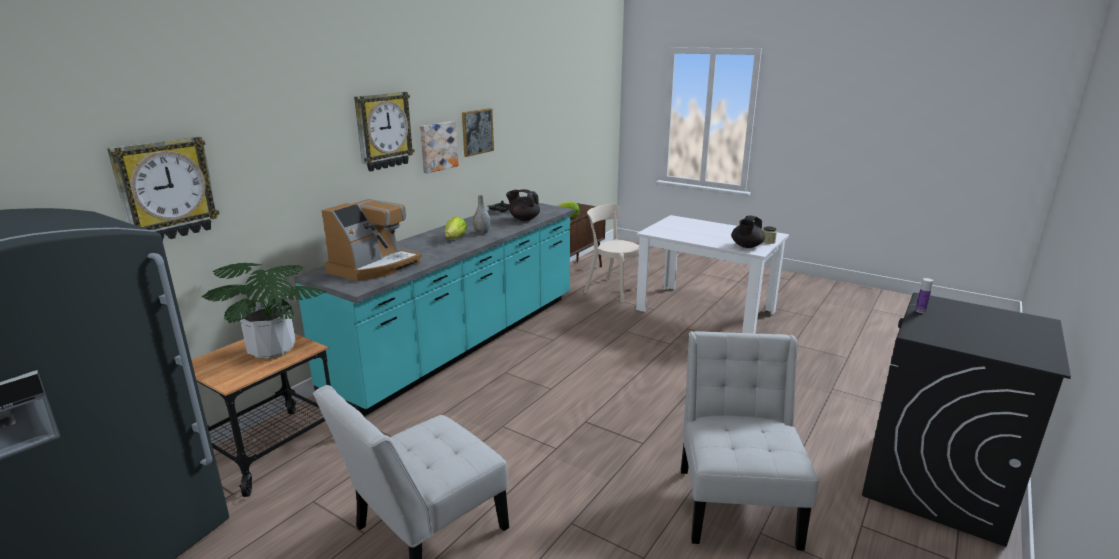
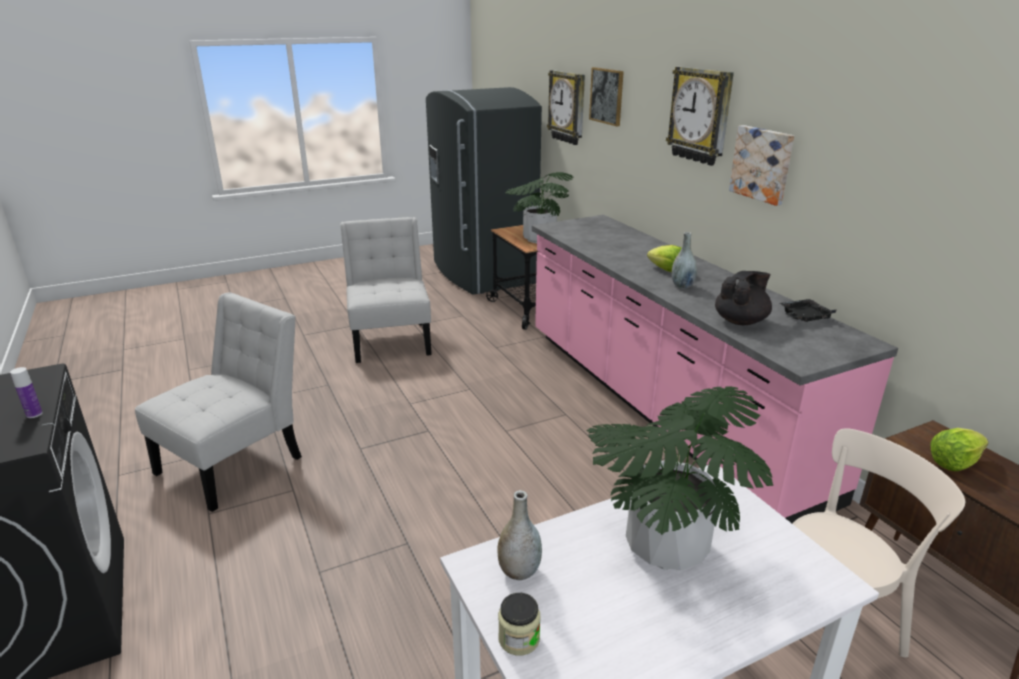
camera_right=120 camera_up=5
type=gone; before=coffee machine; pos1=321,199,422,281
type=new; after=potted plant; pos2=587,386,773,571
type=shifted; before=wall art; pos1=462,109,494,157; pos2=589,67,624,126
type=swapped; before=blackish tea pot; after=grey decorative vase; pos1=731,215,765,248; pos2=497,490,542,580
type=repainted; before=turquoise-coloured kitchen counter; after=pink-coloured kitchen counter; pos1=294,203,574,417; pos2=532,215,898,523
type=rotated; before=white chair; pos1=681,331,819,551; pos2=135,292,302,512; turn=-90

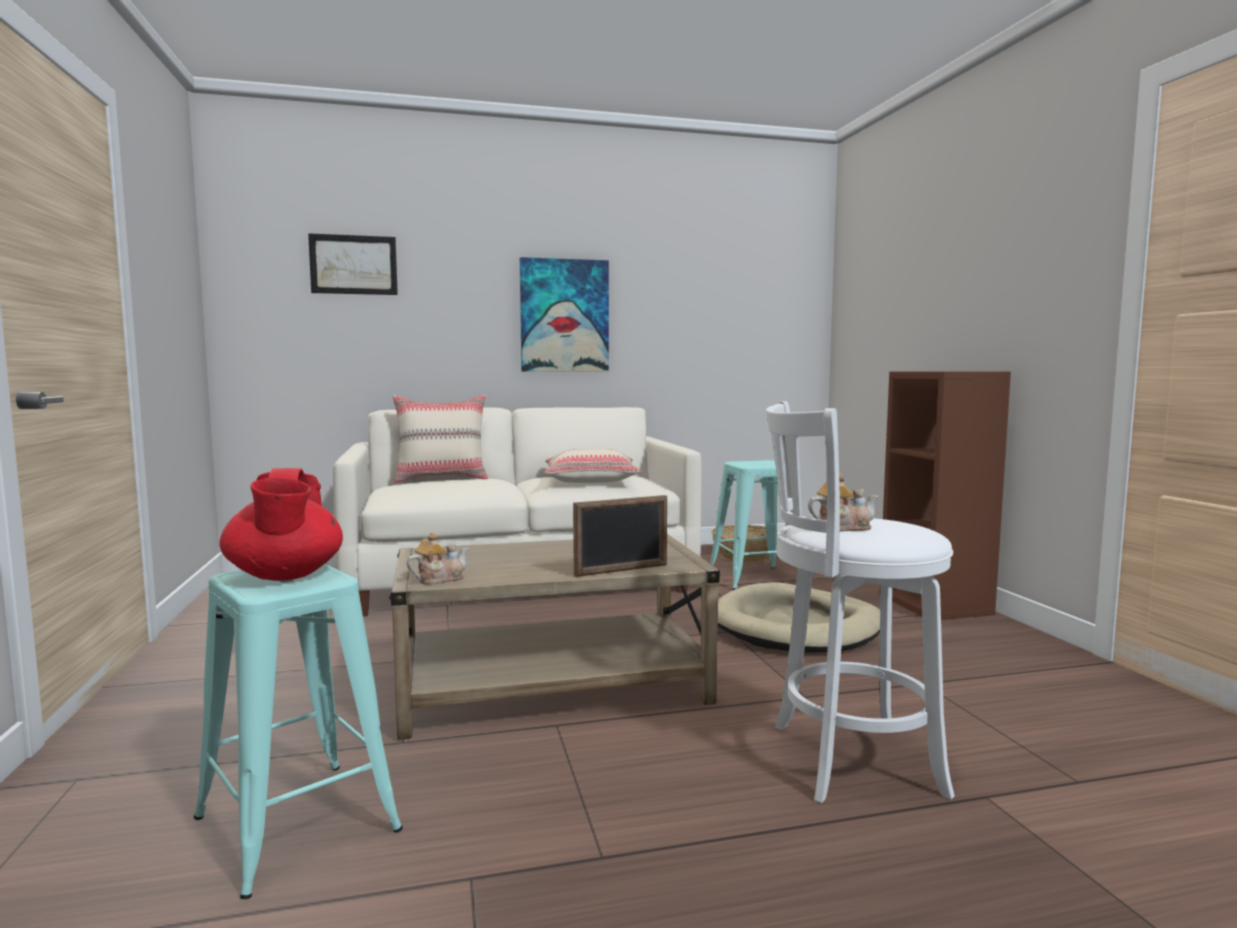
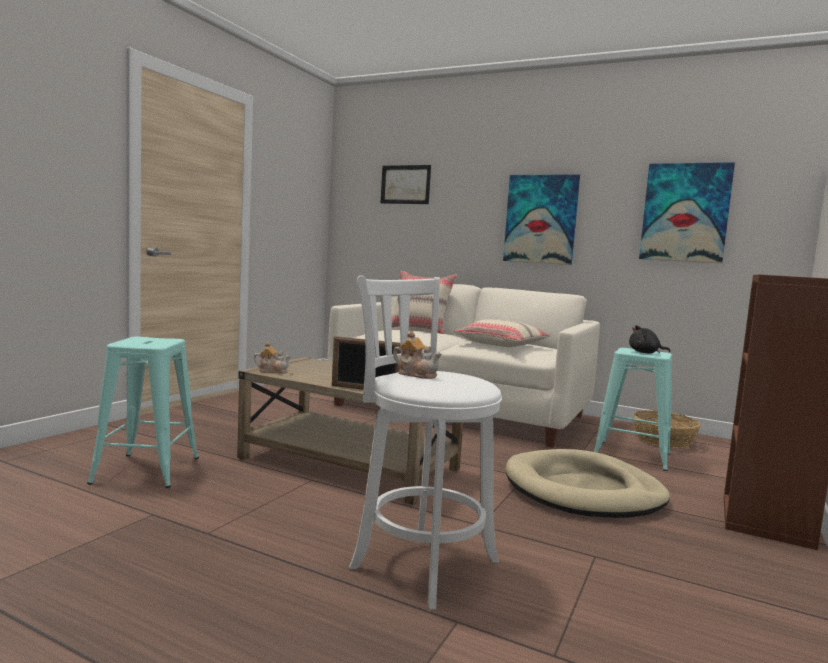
camera_right=40 camera_up=0
type=gone; before=red-coloured tea pot; pos1=219,468,343,581
type=new; after=blackish soft toy; pos2=629,325,670,353
type=new; after=wall art; pos2=639,162,735,263

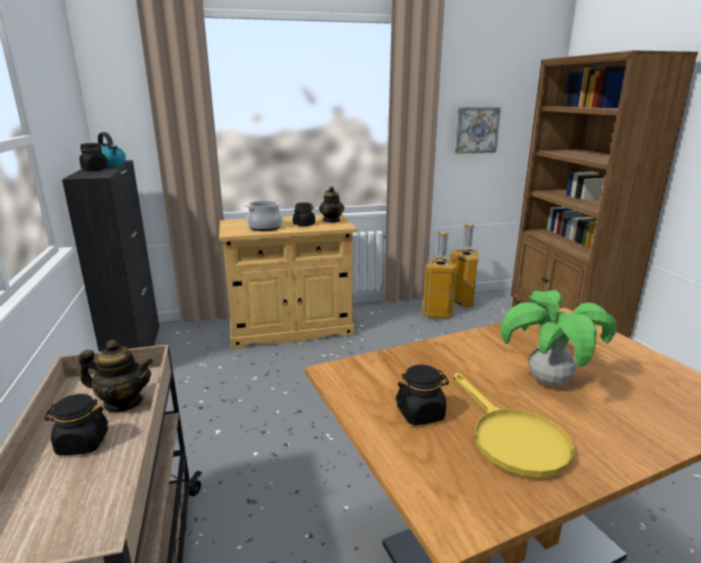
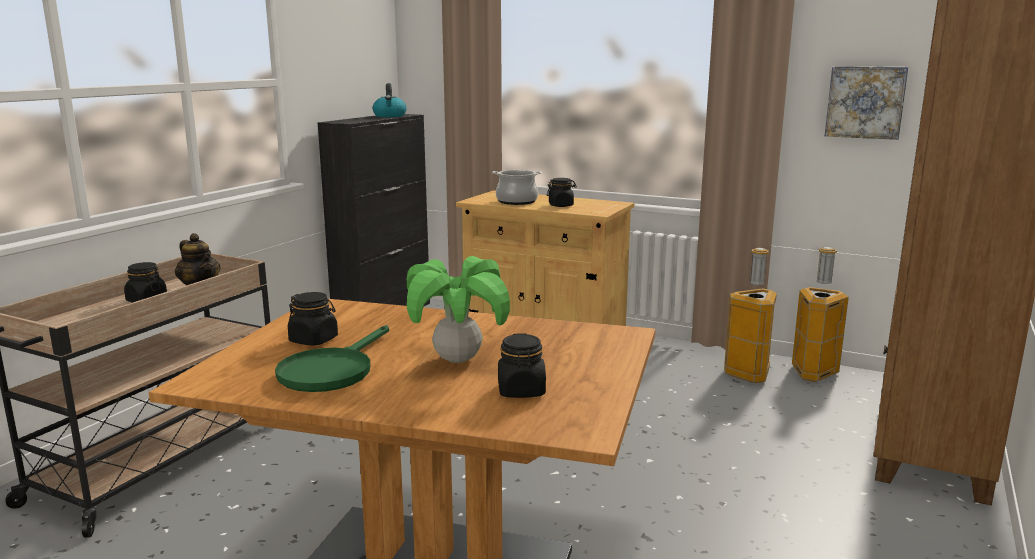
camera_right=40 camera_up=-5
type=gone; before=tea pot; pos1=319,186,344,222
type=shifted; before=blackish jar; pos1=79,143,108,171; pos2=498,333,546,398
type=repainted; before=yellowish pan; after=greenish pan; pos1=454,373,574,478; pos2=275,325,389,392

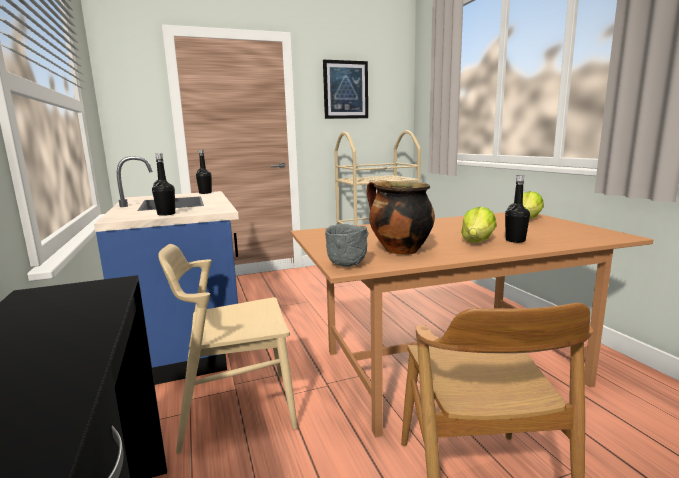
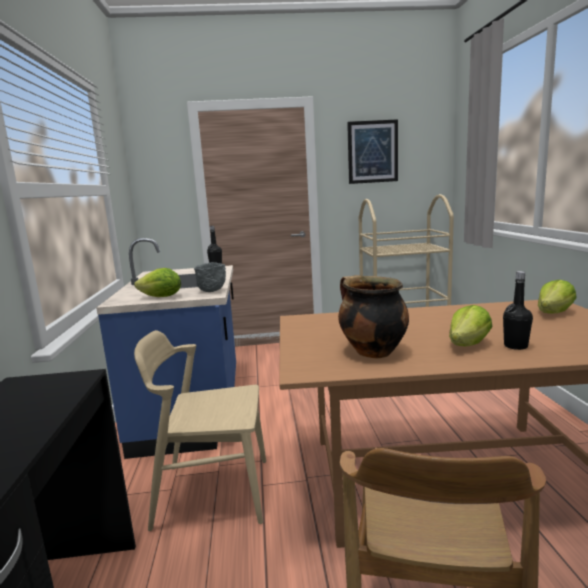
camera_right=15 camera_up=0
type=shifted; before=grey serving bowl; pos1=325,224,368,267; pos2=194,262,226,292
type=swapped; before=blackish bottle; after=lettuce; pos1=152,154,175,216; pos2=134,268,181,297

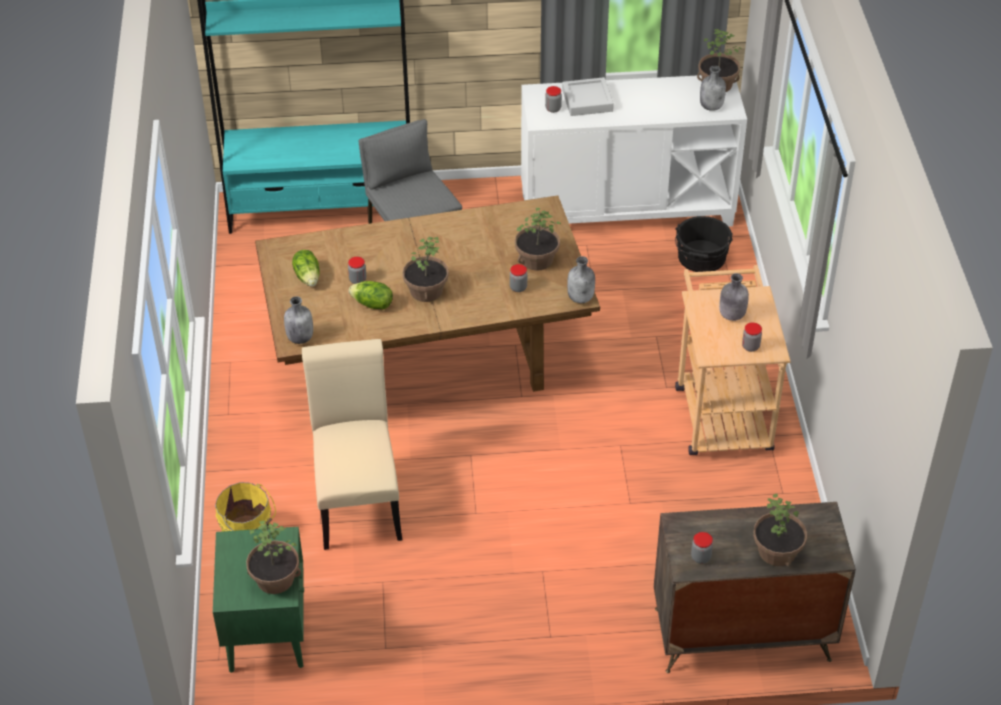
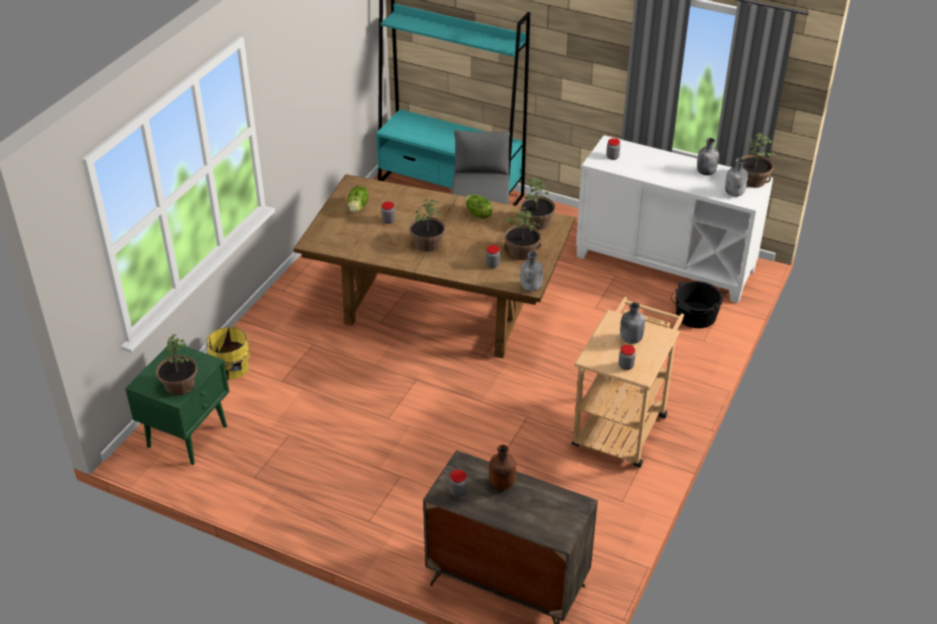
camera_right=30 camera_up=-5
type=gone; before=sand-coloured chair; pos1=302,339,402,550
type=gone; before=grey serving tray; pos1=562,77,614,116
type=new; after=brownish bottle; pos2=489,445,516,490
type=shifted; before=grey bottle; pos1=284,296,313,344; pos2=697,138,719,176
type=shifted; before=lettuce; pos1=349,281,393,309; pos2=465,195,492,219
type=shifted; before=potted plant; pos1=753,494,807,566; pos2=520,178,555,230

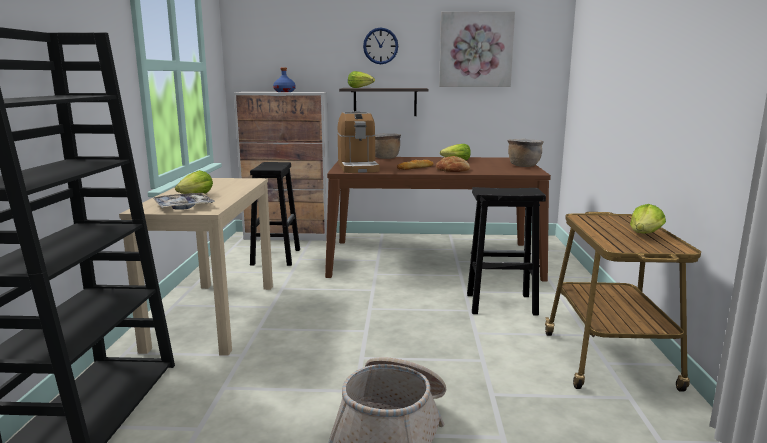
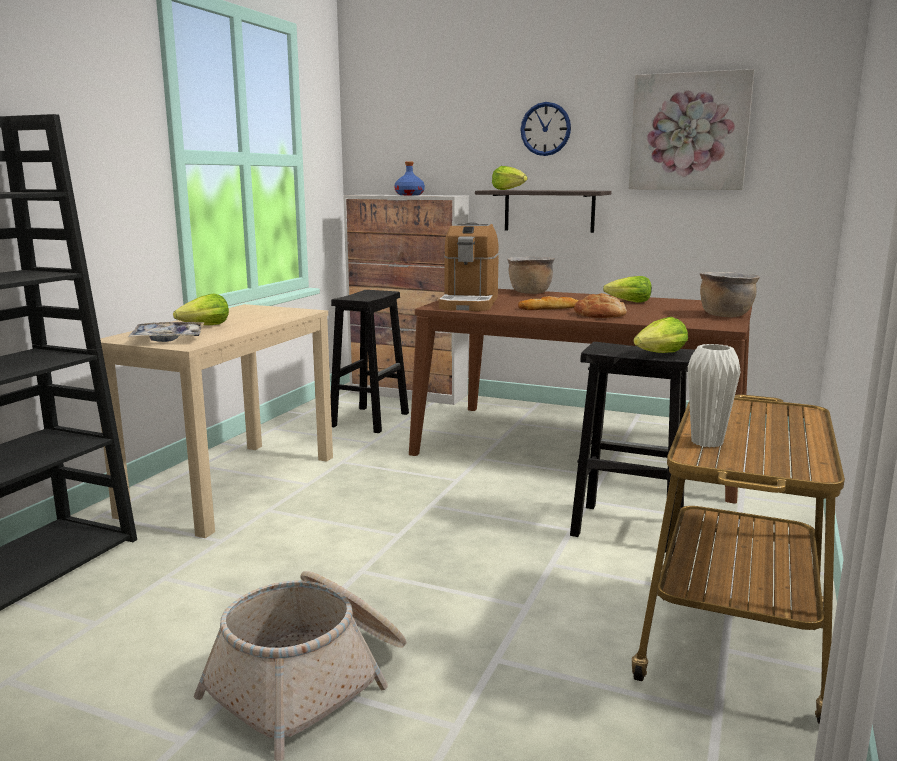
camera_right=20 camera_up=0
type=new; after=white decorative vase; pos2=688,344,741,447
type=shifted; before=lettuce; pos1=630,204,666,233; pos2=633,317,688,353

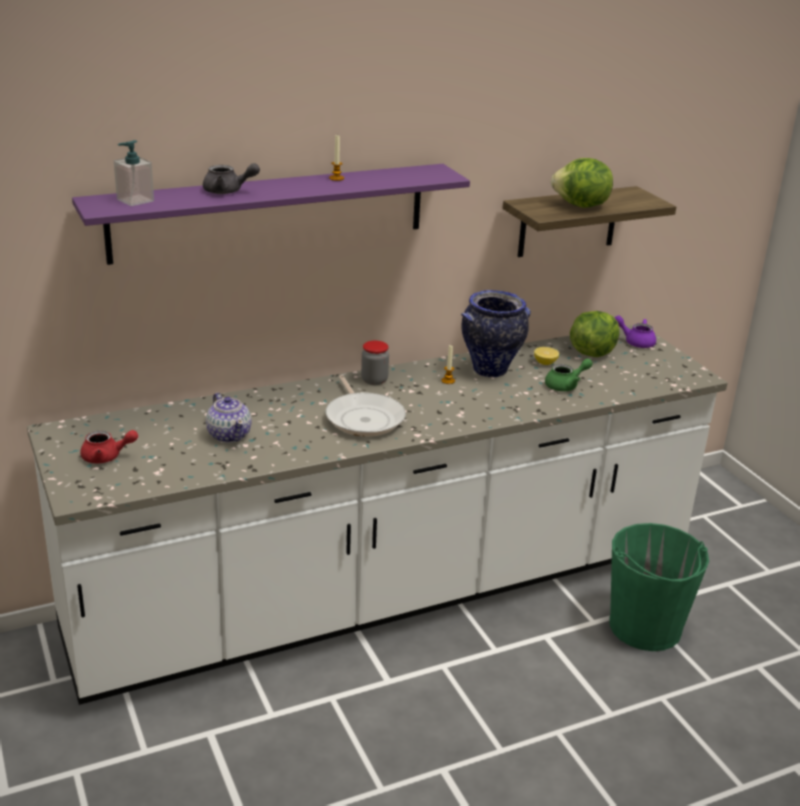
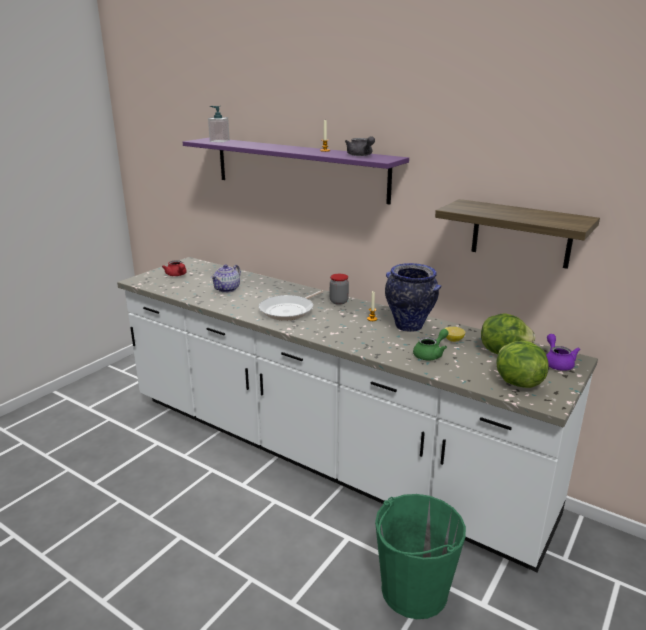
camera_right=60 camera_up=-5
type=shifted; before=grey tea pot; pos1=203,163,260,194; pos2=345,136,375,156
type=shifted; before=lettuce; pos1=551,158,613,208; pos2=496,341,549,388
type=rotated; before=greenish tea pot; pos1=545,358,593,391; pos2=413,329,449,360; turn=-75

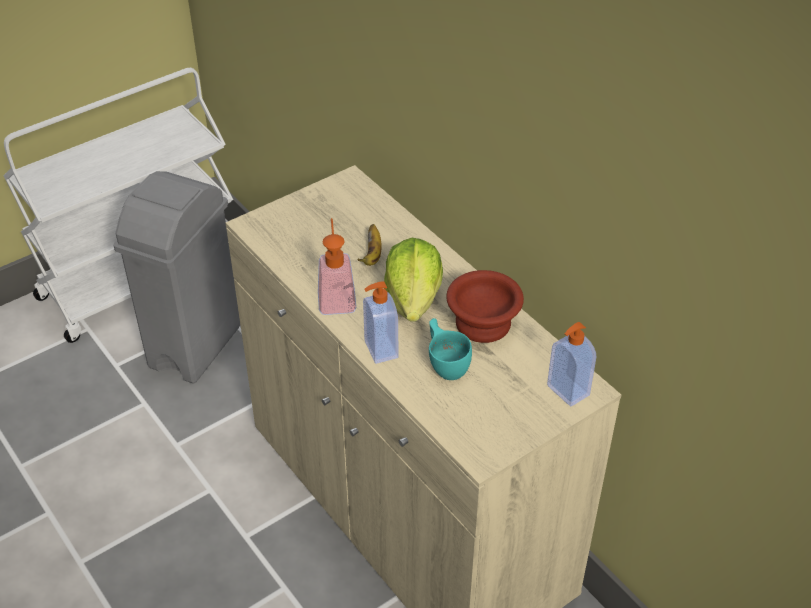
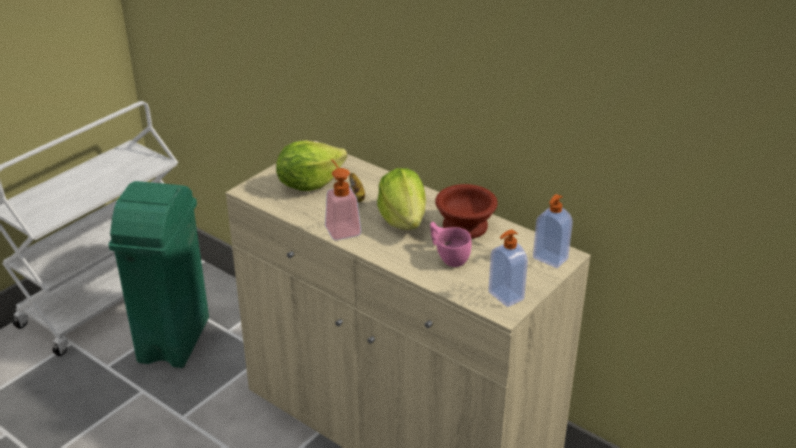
camera_right=-15 camera_up=-10
type=new; after=lettuce; pos2=276,140,347,191
type=shifted; before=liquid soap bottle; pos1=363,281,398,364; pos2=489,230,528,307
type=repainted; before=grey trash can; after=greenish trash can; pos1=113,171,240,384; pos2=109,181,209,368
type=repainted; before=turquoise-coloured drinking cup; after=pink-coloured drinking cup; pos1=429,318,472,380; pos2=430,222,472,267

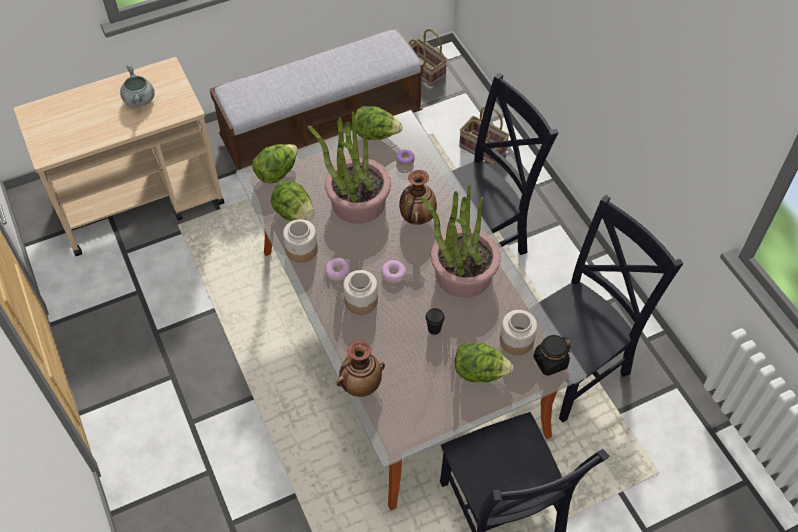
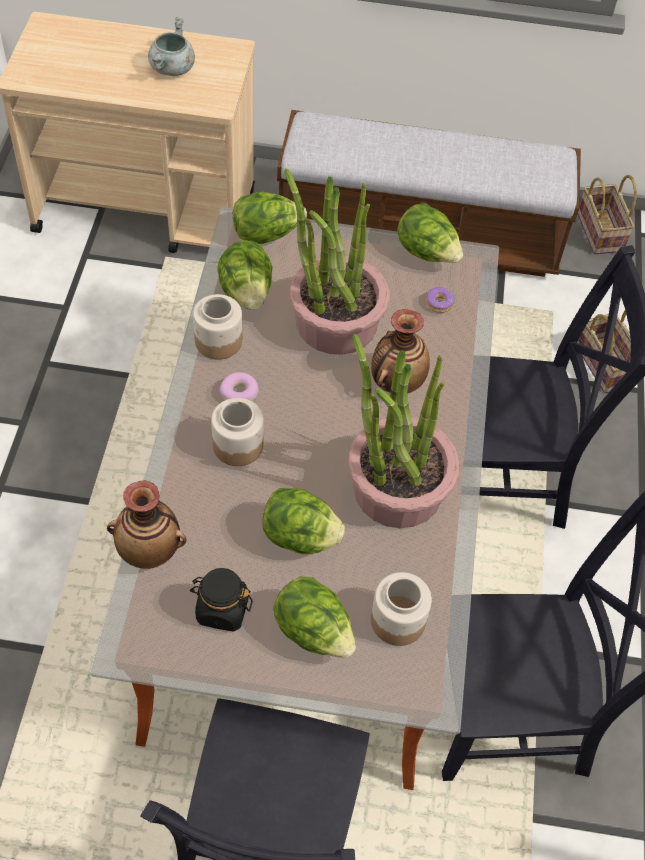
camera_right=30 camera_up=0
type=gone; before=doughnut; pos1=381,260,407,283
type=shifted; before=blackish jar; pos1=534,335,571,376; pos2=190,568,253,632
type=swapped; before=blackish drinking cup; after=lettuce; pos1=425,308,445,335; pos2=263,488,345,554

